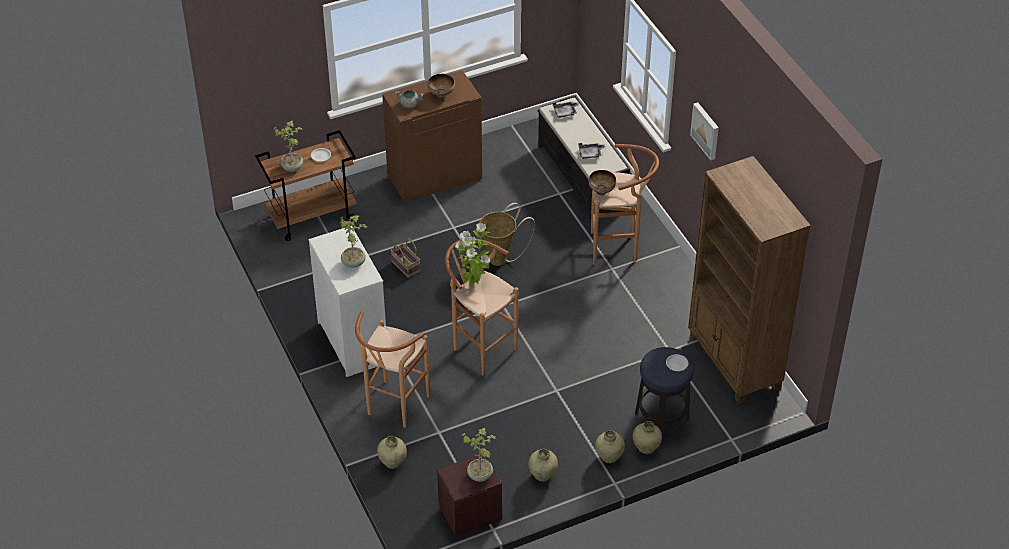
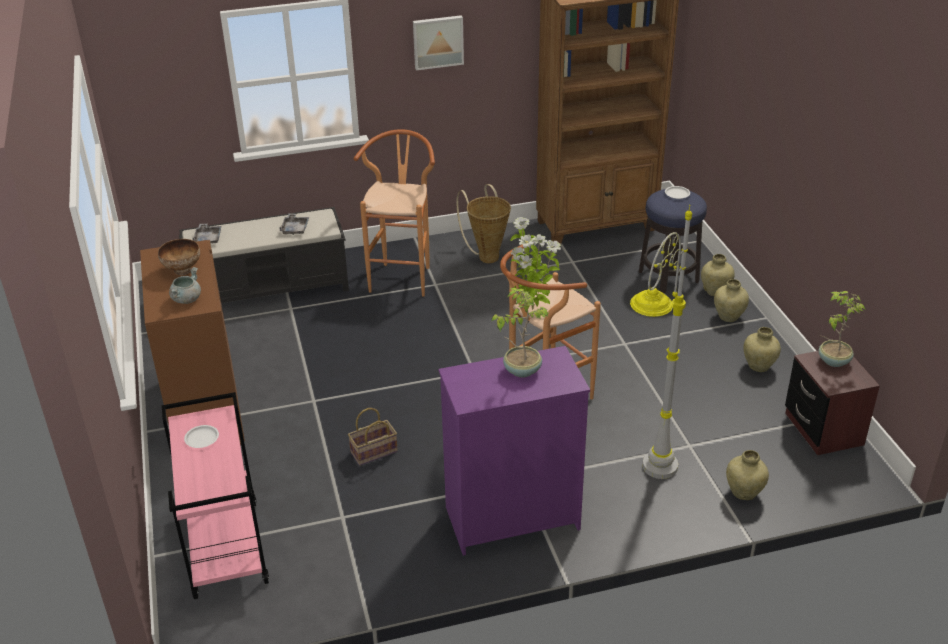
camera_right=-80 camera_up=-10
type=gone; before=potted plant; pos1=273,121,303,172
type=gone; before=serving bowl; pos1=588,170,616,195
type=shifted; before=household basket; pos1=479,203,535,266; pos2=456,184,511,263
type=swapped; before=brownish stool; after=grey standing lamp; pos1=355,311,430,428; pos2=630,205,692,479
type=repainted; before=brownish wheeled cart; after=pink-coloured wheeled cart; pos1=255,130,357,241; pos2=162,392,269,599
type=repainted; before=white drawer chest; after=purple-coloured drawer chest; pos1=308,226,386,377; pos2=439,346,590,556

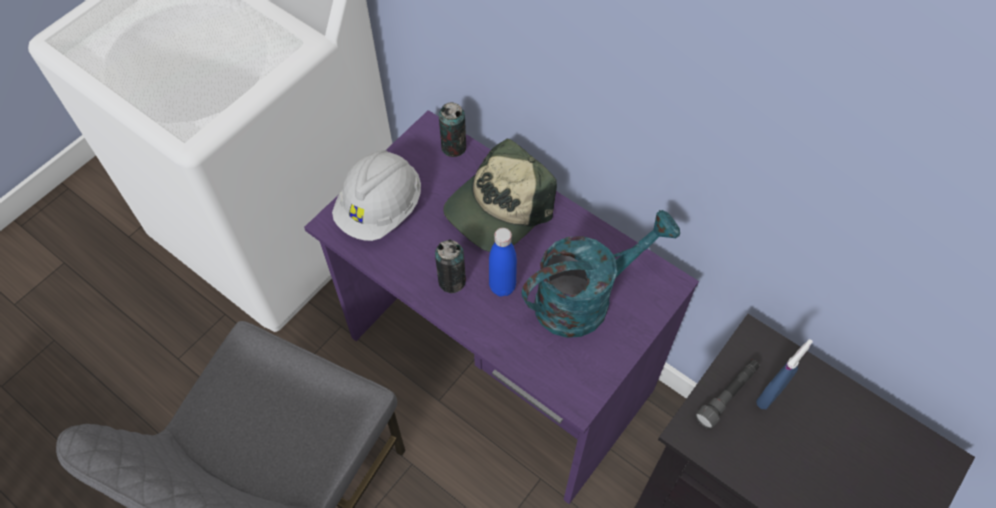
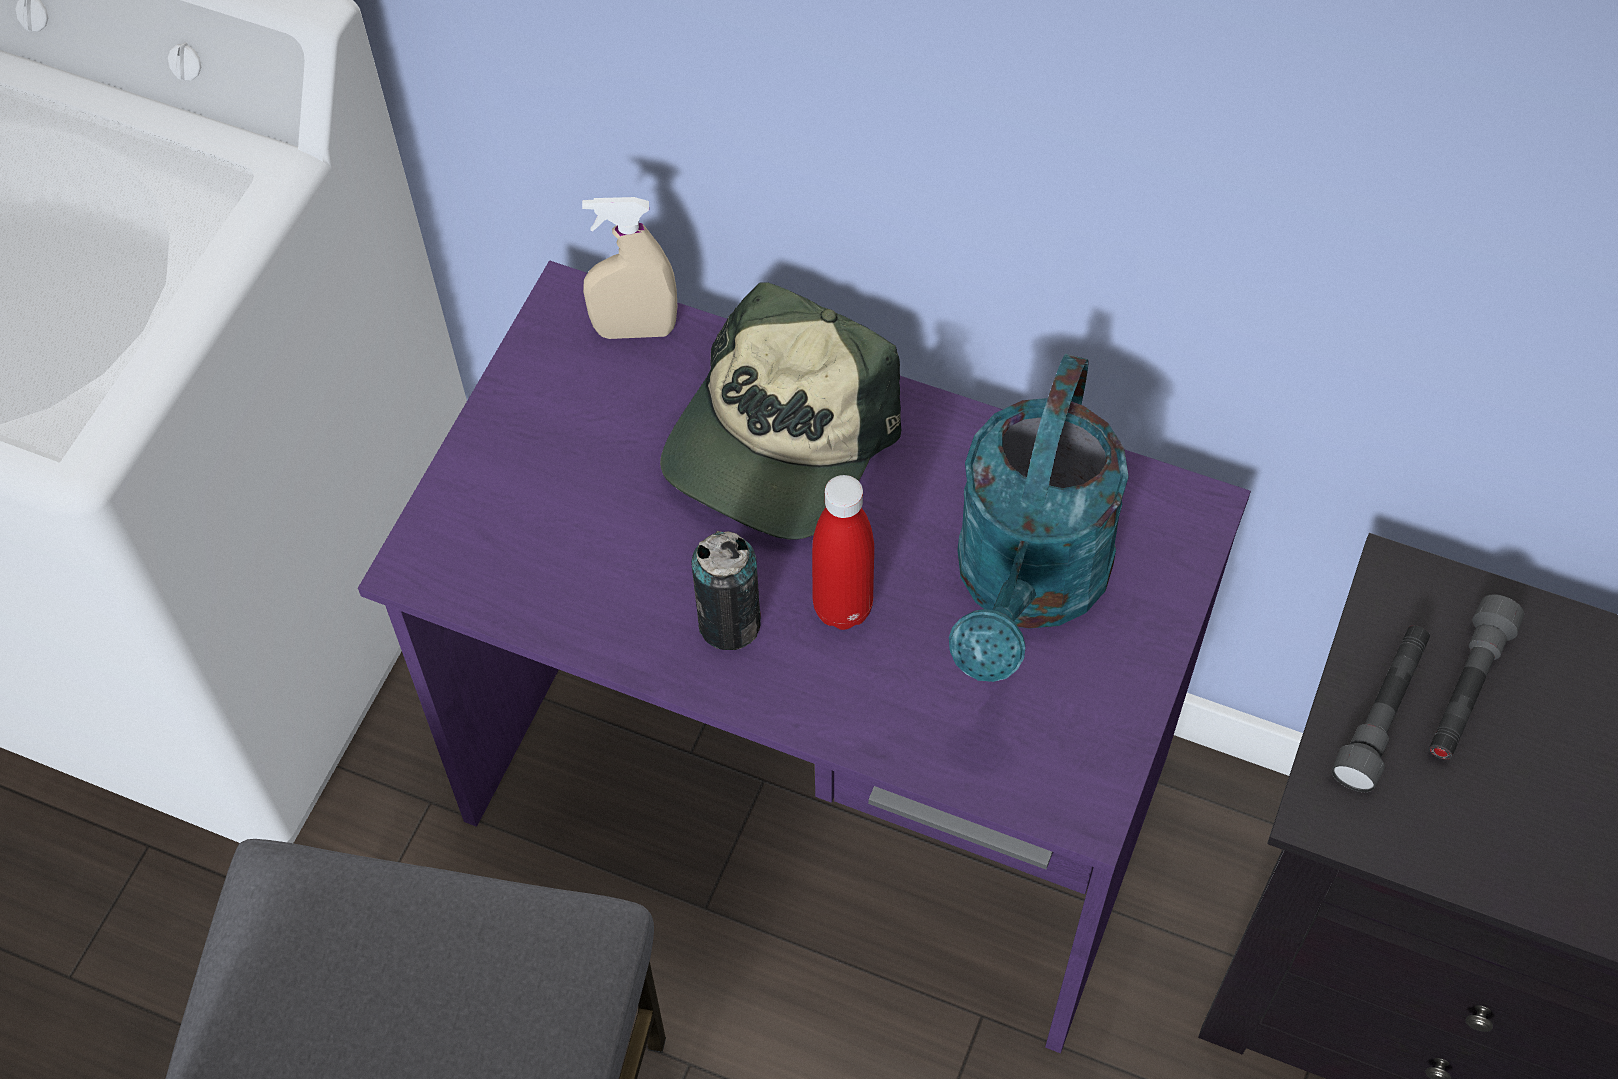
camera_right=-15 camera_up=0
type=gone; before=white hard hat; pos1=332,150,421,241
type=swapped; before=can; after=sand-coloured spray bottle; pos1=439,102,466,157; pos2=582,197,677,339
type=swapped; before=blue spray bottle; after=grey flashlight; pos1=756,339,813,409; pos2=1429,594,1524,759
type=repainted; before=blue bottle; after=red-coloured bottle; pos1=489,228,517,297; pos2=812,475,874,630
type=rotated; before=turquoise-coloured sprinkling can; pos1=521,210,680,338; pos2=949,354,1129,682; turn=150

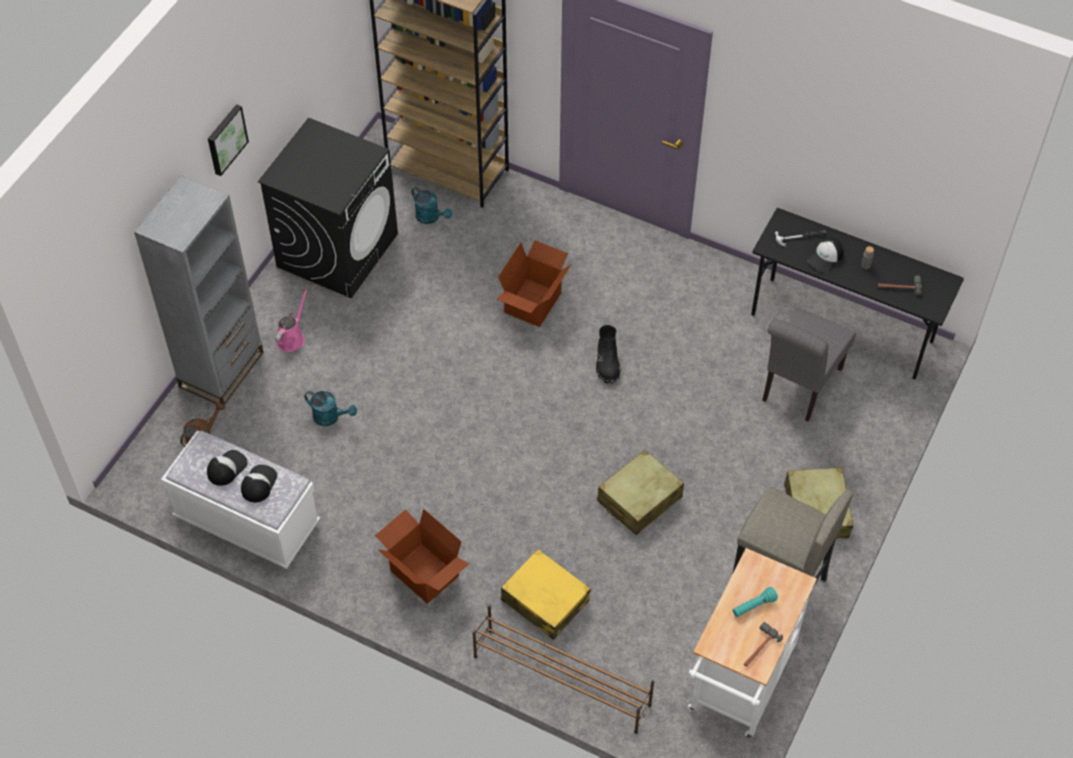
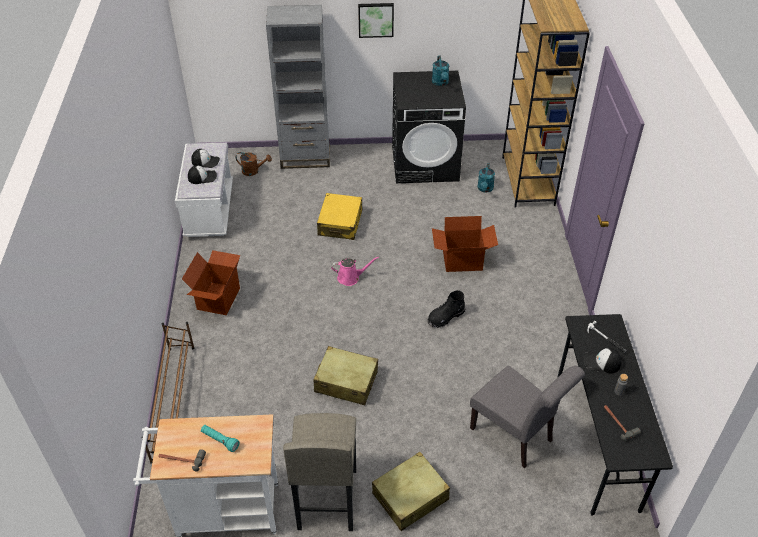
camera_right=60 camera_up=-10
type=shifted; before=pink-coloured sprinkling can; pos1=275,290,307,352; pos2=331,257,379,286
type=shifted; before=turquoise-coloured sprinkling can; pos1=304,391,357,426; pos2=432,56,449,86
type=shifted; before=yellowish piece of luggage; pos1=501,549,591,640; pos2=317,193,362,240
type=rotated; before=grey chair; pos1=762,308,856,422; pos2=470,366,585,468; turn=-135

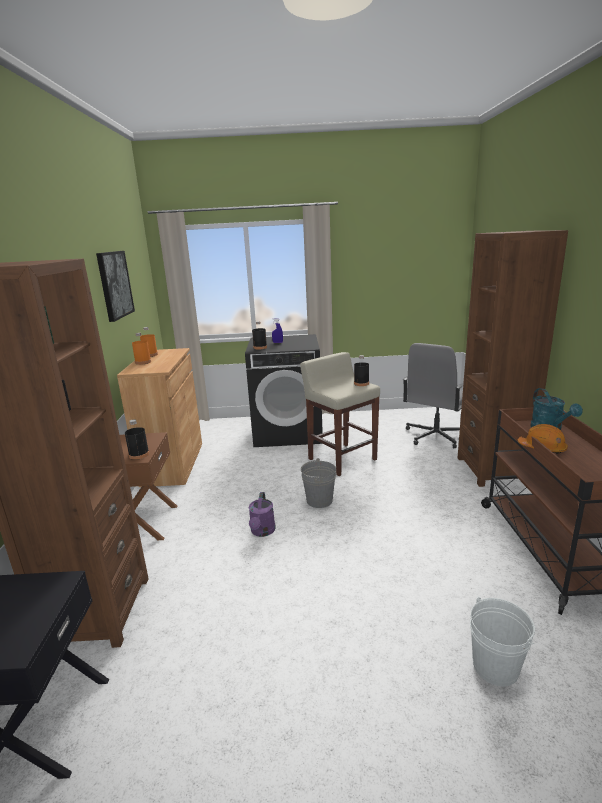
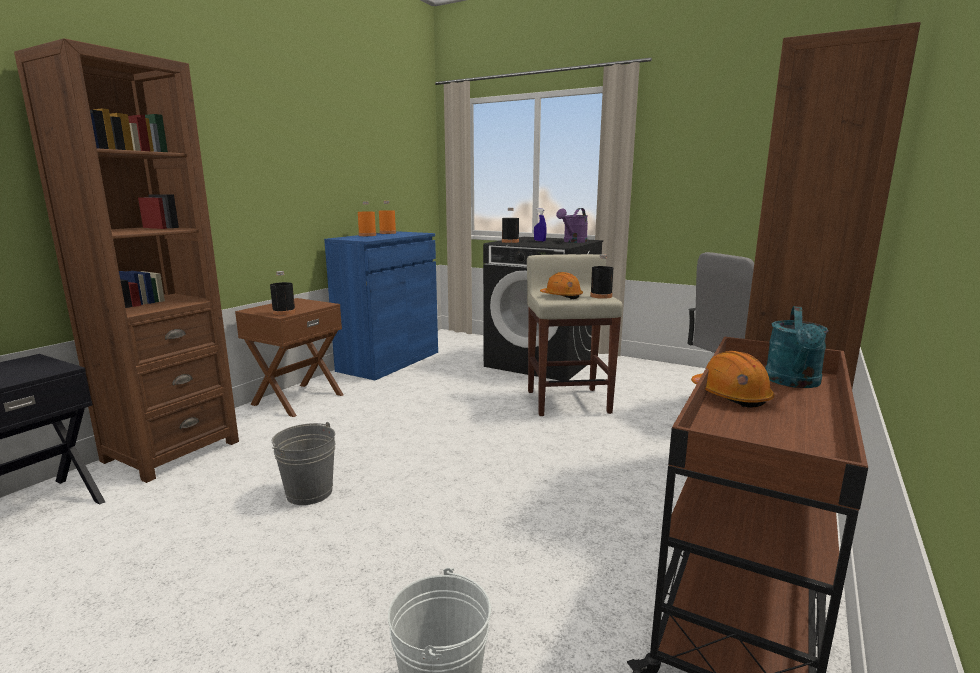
camera_right=30 camera_up=-5
type=gone; before=wall art; pos1=96,251,135,322
type=new; after=orangey hard hat; pos2=540,272,583,299
type=shifted; before=purple-coloured sprinkling can; pos1=249,492,276,537; pos2=556,208,588,243
type=shifted; before=grey pail; pos1=301,458,336,508; pos2=272,422,336,505
type=repainted; before=brownish cupboard; after=blue cupboard; pos1=117,348,202,487; pos2=324,231,438,380

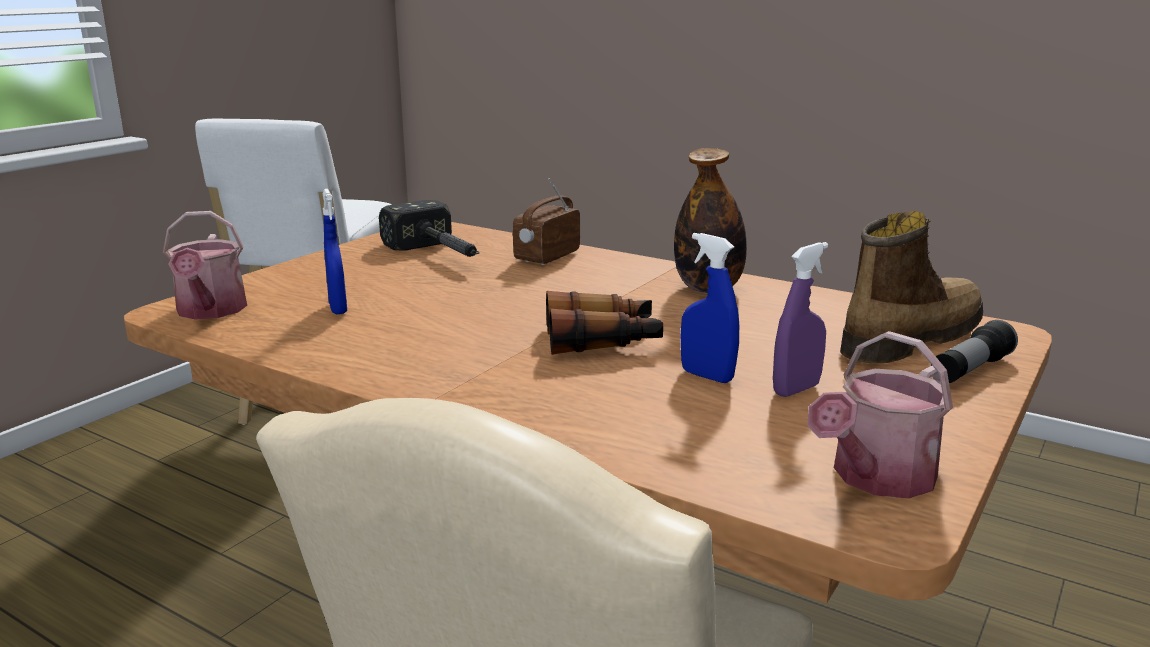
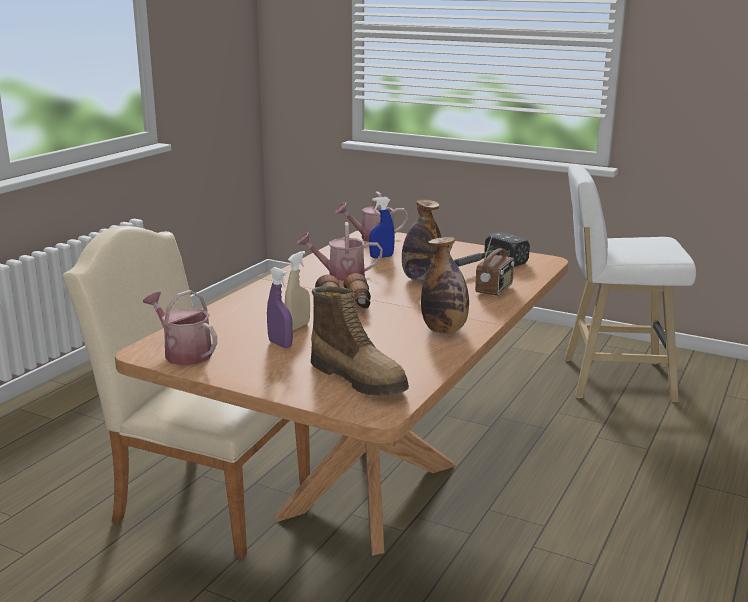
camera_right=85 camera_up=0
type=gone; before=flashlight; pos1=931,320,1018,383
type=new; after=sprinkling can; pos2=297,222,383,281
type=new; after=bottle; pos2=402,199,441,282
type=repainted; before=blue spray bottle; after=sand-coloured spray bottle; pos1=681,233,739,383; pos2=285,251,310,330
type=rotated; before=radio; pos1=513,178,580,265; pos2=475,233,514,296; turn=90

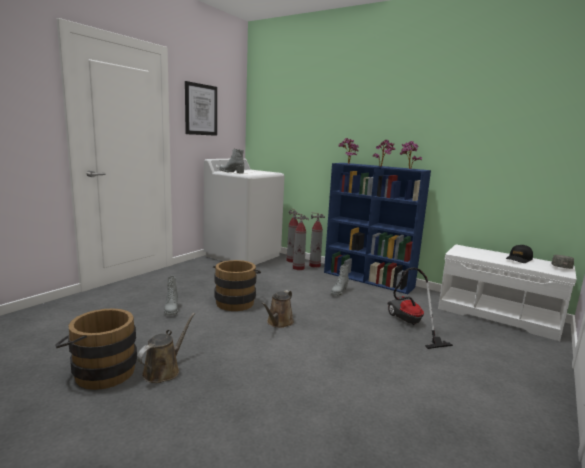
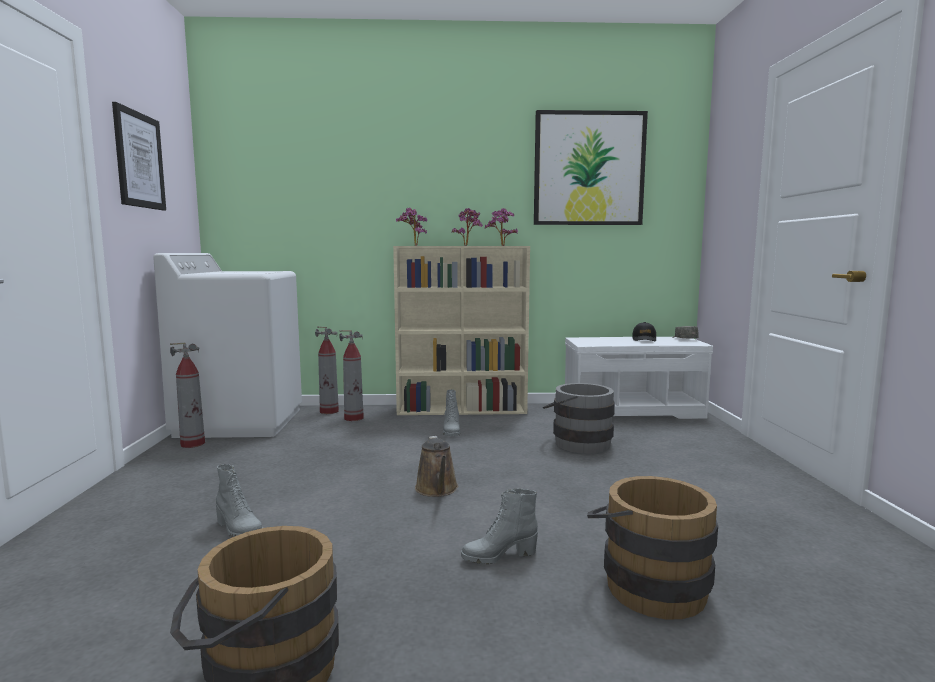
camera_right=-35 camera_up=-5
type=gone; before=brownish sprinkling can; pos1=137,313,195,383
type=new; after=wall art; pos2=534,110,648,225
type=shifted; before=brownish pail; pos1=213,260,261,311; pos2=587,476,718,619
type=shifted; before=grey tall boot; pos1=219,149,244,174; pos2=461,489,538,564
type=shifted; before=fire-fighting cylinder; pos1=309,213,325,268; pos2=170,343,205,448
type=swapped; before=vacuum cleaner; after=grey pail; pos1=387,267,453,349; pos2=543,383,615,454
type=repainted; before=blue shelving unit; after=sand-coloured shelving unit; pos1=324,163,431,294; pos2=393,246,530,415

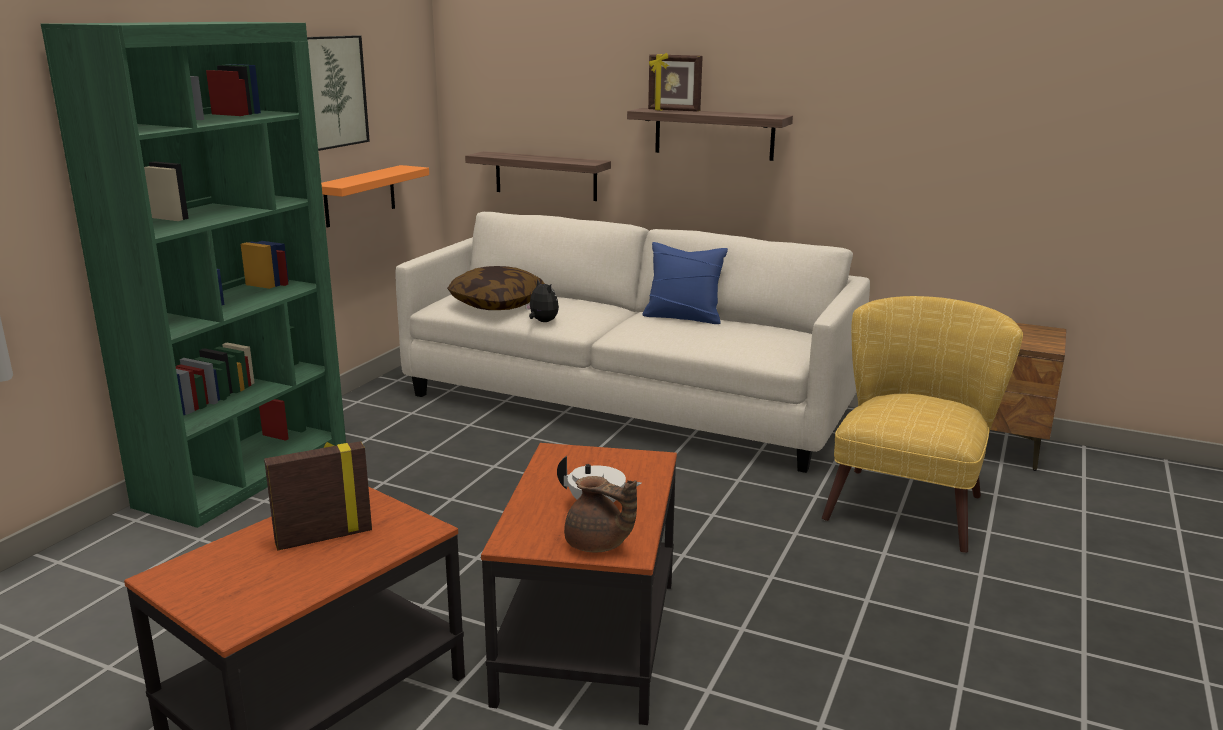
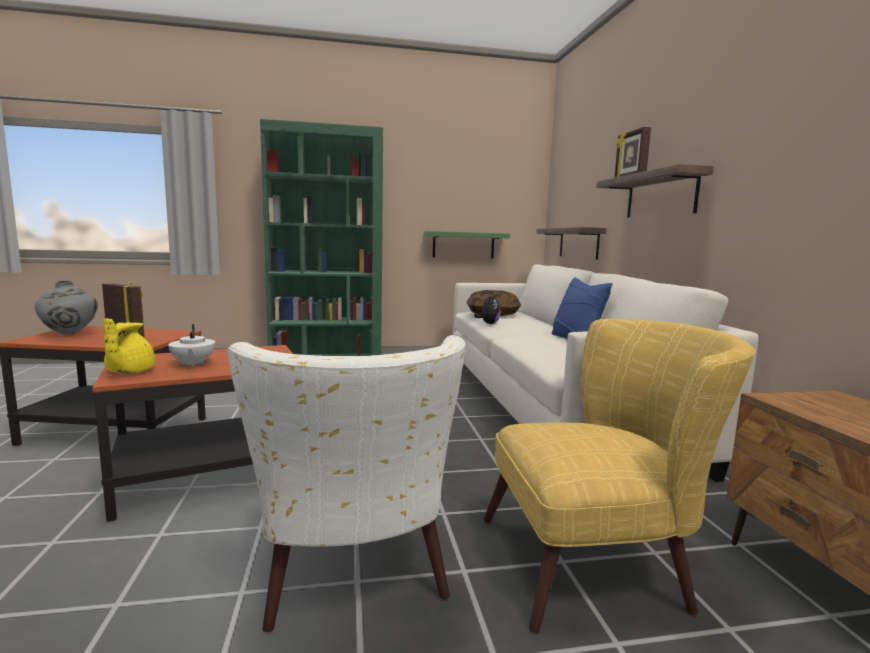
camera_right=55 camera_up=-10
type=gone; before=wall art; pos1=307,35,370,151
type=new; after=grey decorative vase; pos2=35,281,98,334
type=new; after=white easy chair; pos2=228,335,465,632
type=repainted; before=orangey wall shelf; after=greenish wall shelf; pos1=321,165,429,227; pos2=424,231,510,259
type=repainted; before=brownish tea pot; after=yellowish tea pot; pos1=564,476,637,552; pos2=103,318,155,374

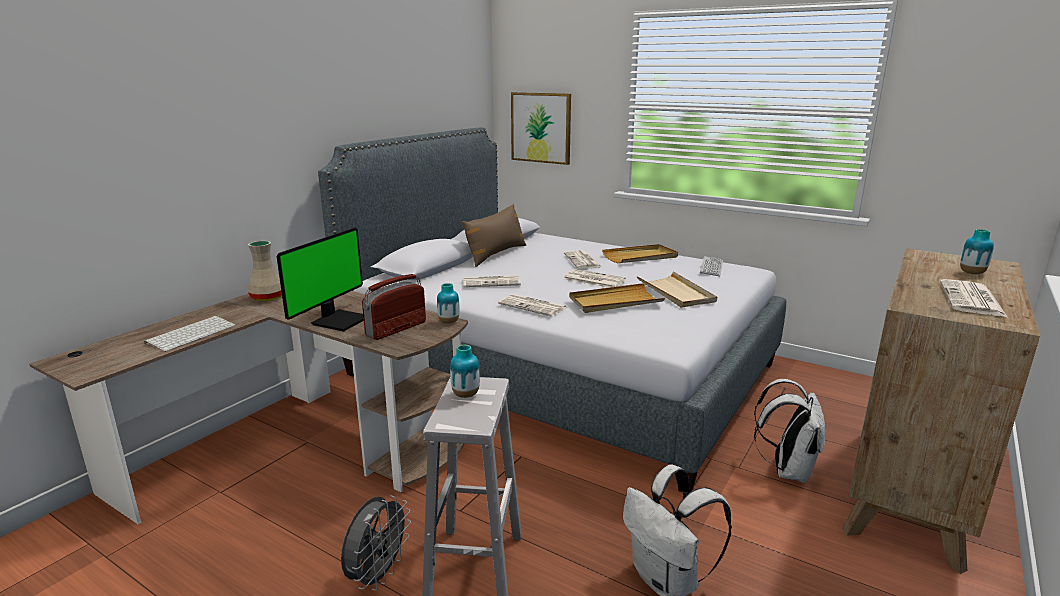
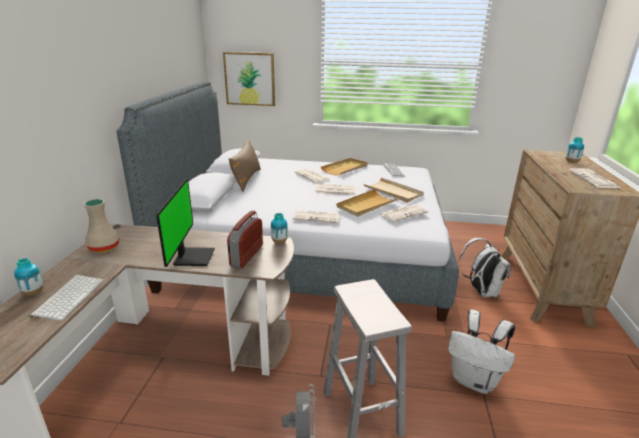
camera_right=-25 camera_up=5
type=shifted; before=decorative vase; pos1=450,345,480,398; pos2=14,258,43,296
type=shifted; before=daily paper; pos1=463,275,521,287; pos2=381,204,429,222

